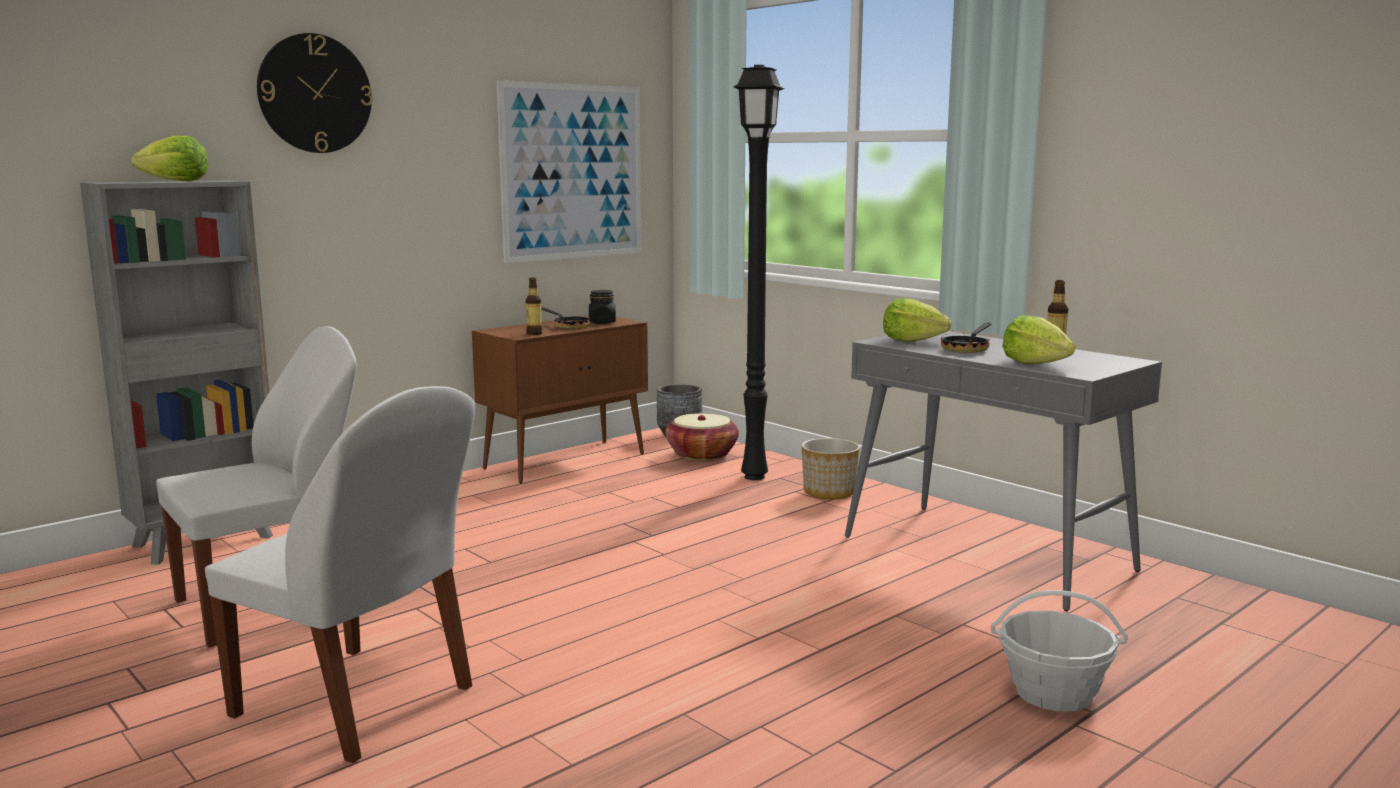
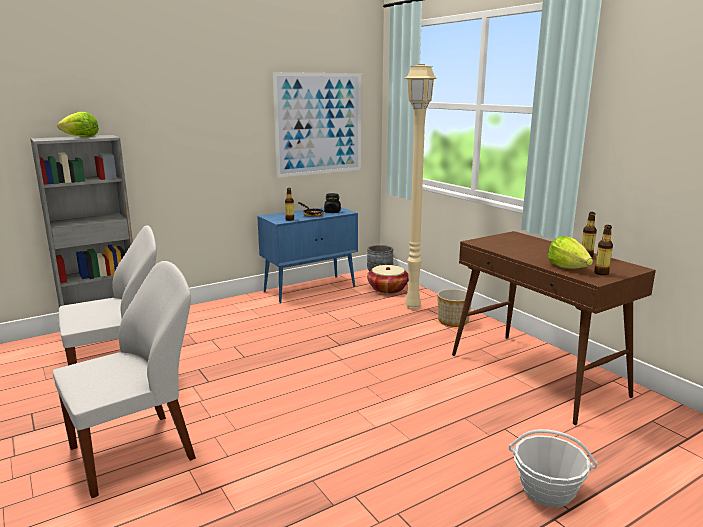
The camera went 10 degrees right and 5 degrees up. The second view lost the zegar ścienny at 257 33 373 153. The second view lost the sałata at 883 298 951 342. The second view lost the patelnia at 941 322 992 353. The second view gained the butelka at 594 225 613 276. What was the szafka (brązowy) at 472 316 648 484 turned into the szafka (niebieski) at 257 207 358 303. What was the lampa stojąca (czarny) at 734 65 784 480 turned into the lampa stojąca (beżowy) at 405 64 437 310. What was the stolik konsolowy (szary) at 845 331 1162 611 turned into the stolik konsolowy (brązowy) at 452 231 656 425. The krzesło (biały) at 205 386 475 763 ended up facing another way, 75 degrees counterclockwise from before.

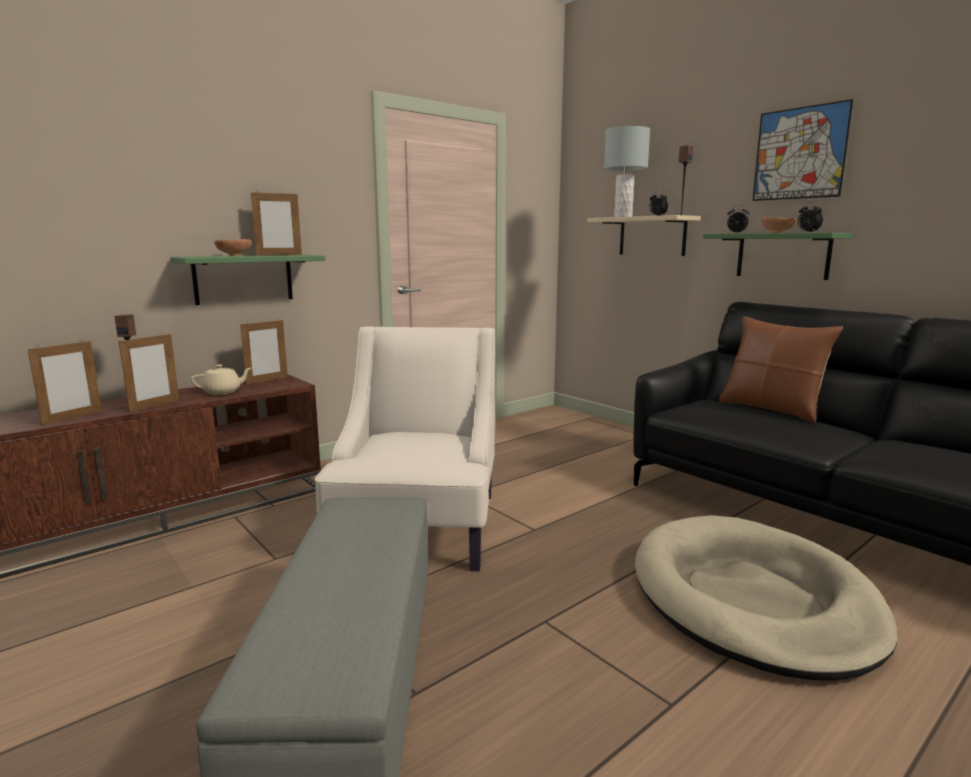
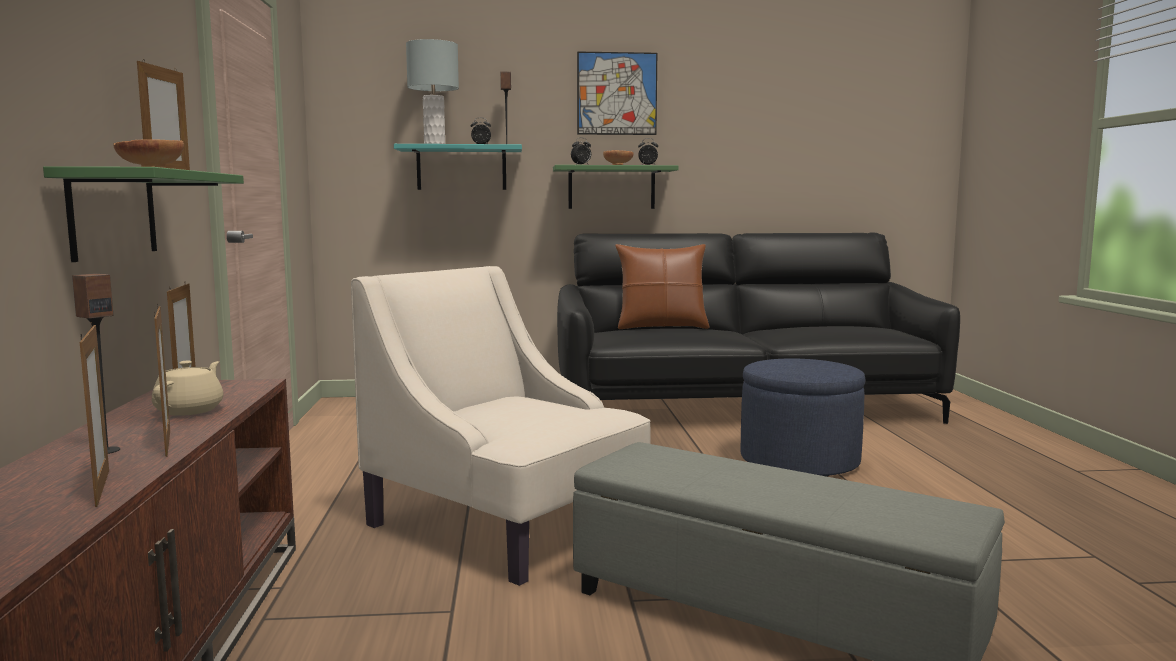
The camera went 55 degrees left and 5 degrees down. Where the legowisko (beżowy) stood at 635 515 898 681, the pufa (niebieski) came to stand at 741 359 865 477. What was the półka (beżowy) at 587 215 701 256 turned into the półka (turkusowy) at 394 144 522 190.

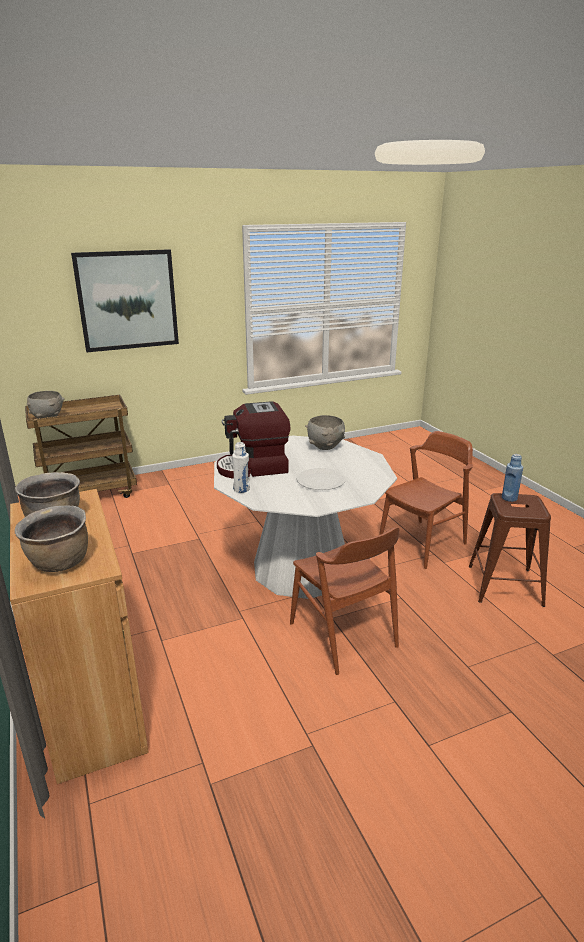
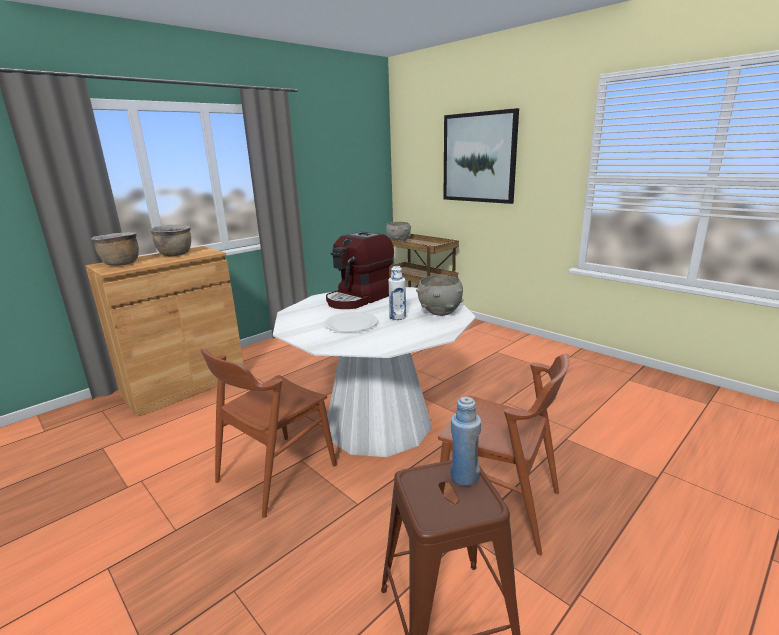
The camera went 70 degrees right and 5 degrees down. The butelka (biały) ended up elsewhere, having gone from 232 442 250 493 to 388 266 406 320. The ekspres do kawy at 217 401 291 479 ended up facing another way, 105 degrees counterclockwise from before.

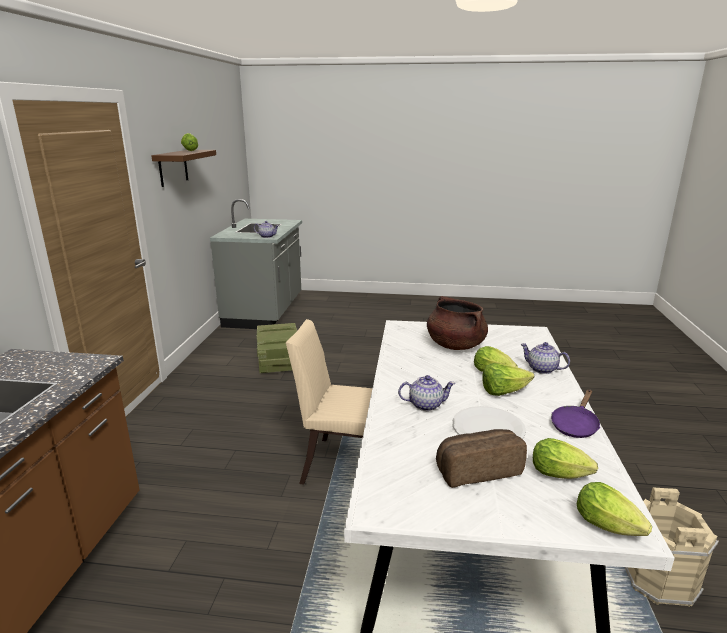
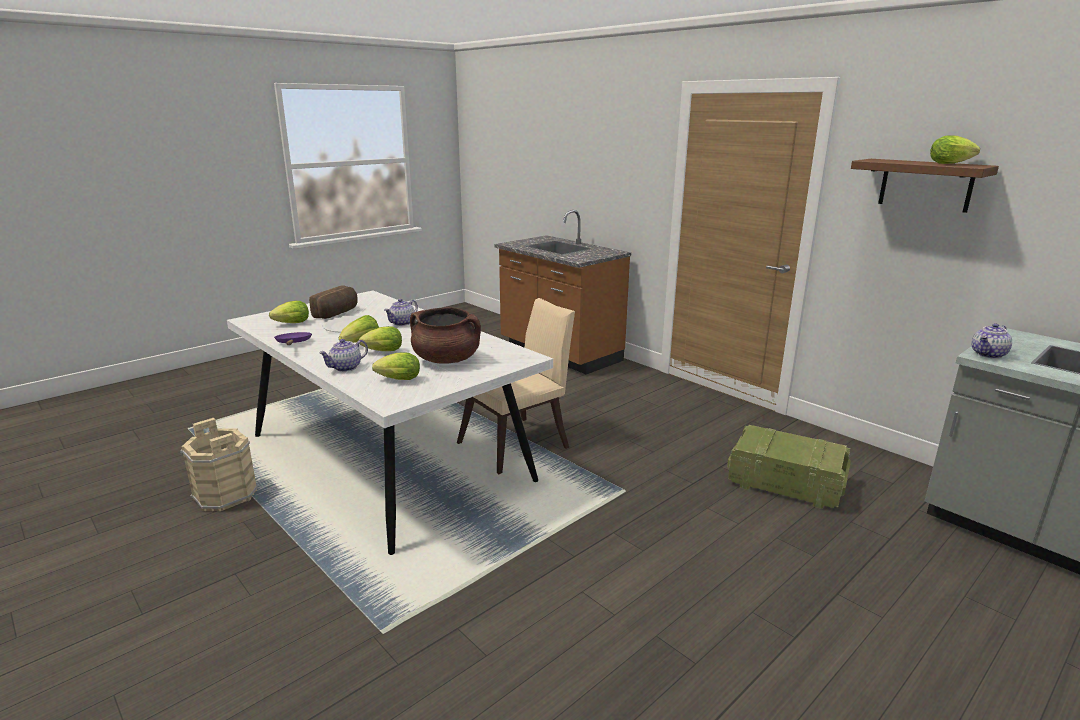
The camera went 130 degrees right and 0 degrees up. The sałata ended up elsewhere, having gone from 577 482 652 536 to 372 352 420 380. The imbryk at 521 342 570 374 ended up facing another way, 150 degrees clockwise from before.

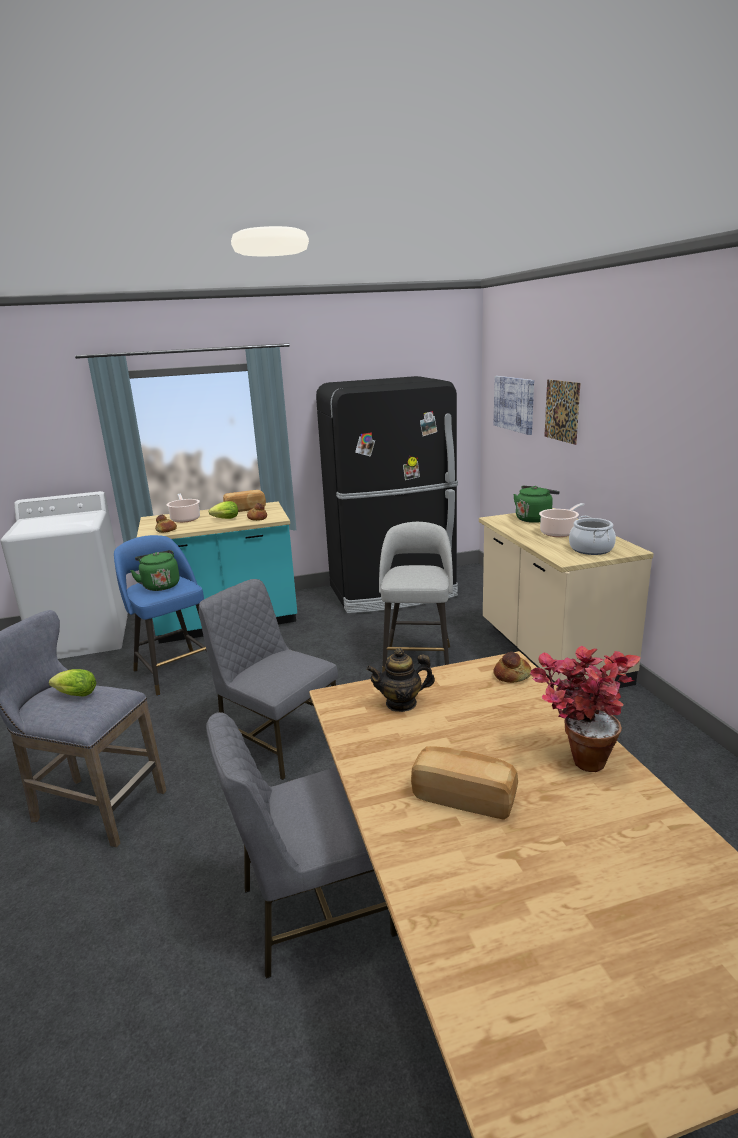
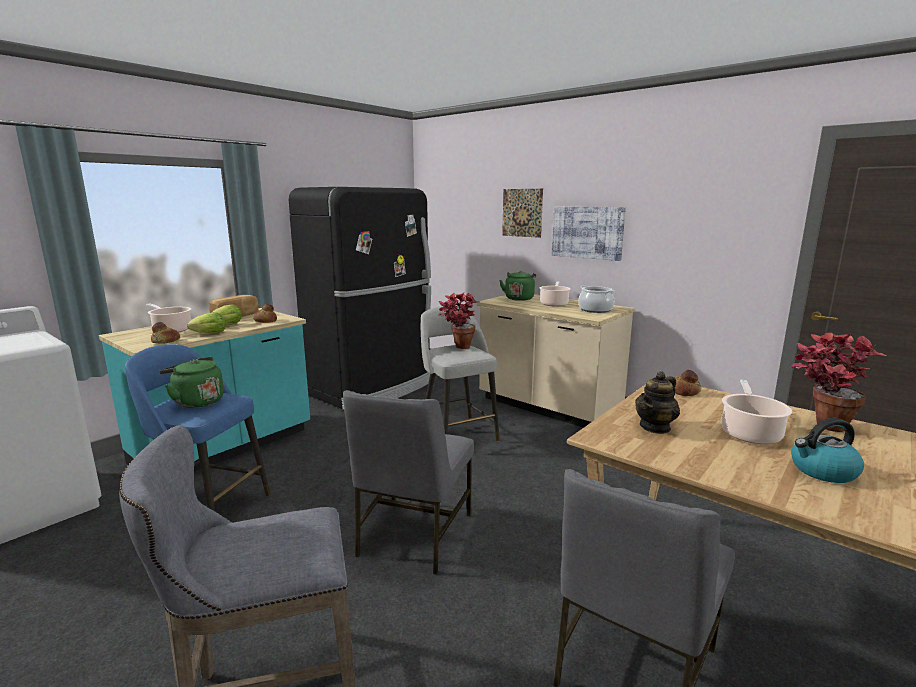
The camera went 35 degrees left and 5 degrees down. The second view gained the roślina doniczkowa at 438 293 479 349. The second view gained the garnek at 722 380 792 444. The sałata ended up elsewhere, having gone from 49 669 96 697 to 187 312 226 334. The obraz ended up elsewhere, having gone from 494 376 534 435 to 552 206 626 261. Where the chleb stood at 411 746 518 820, the czajnik came to stand at 791 418 864 483. The krzesło (szary) at 199 579 338 780 ended up facing another way, 75 degrees counterclockwise from before.

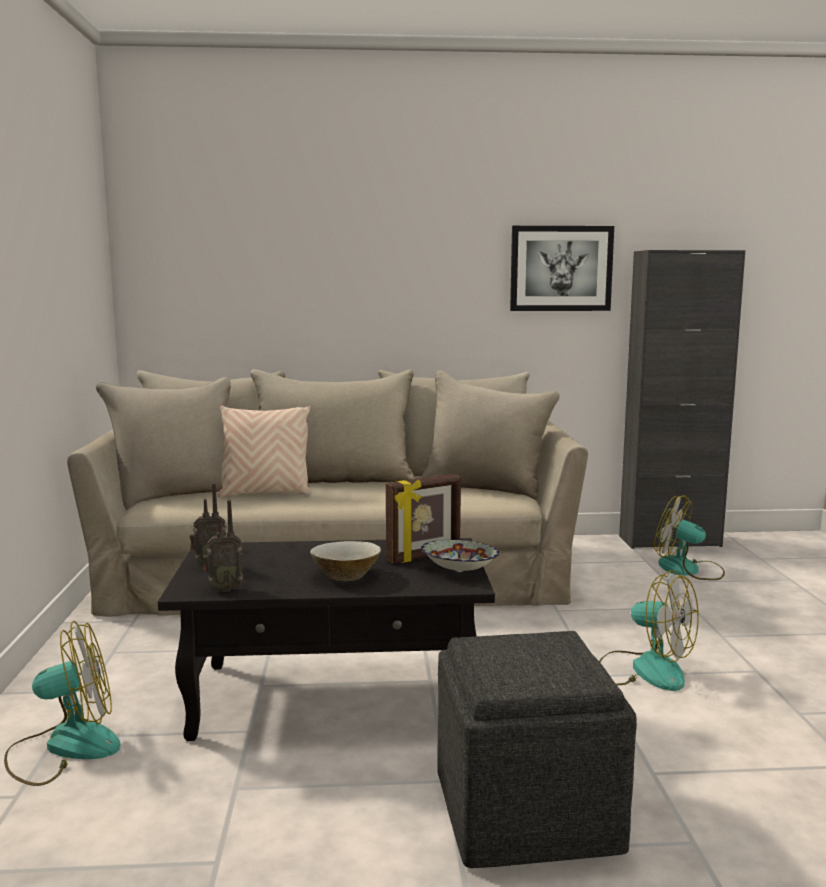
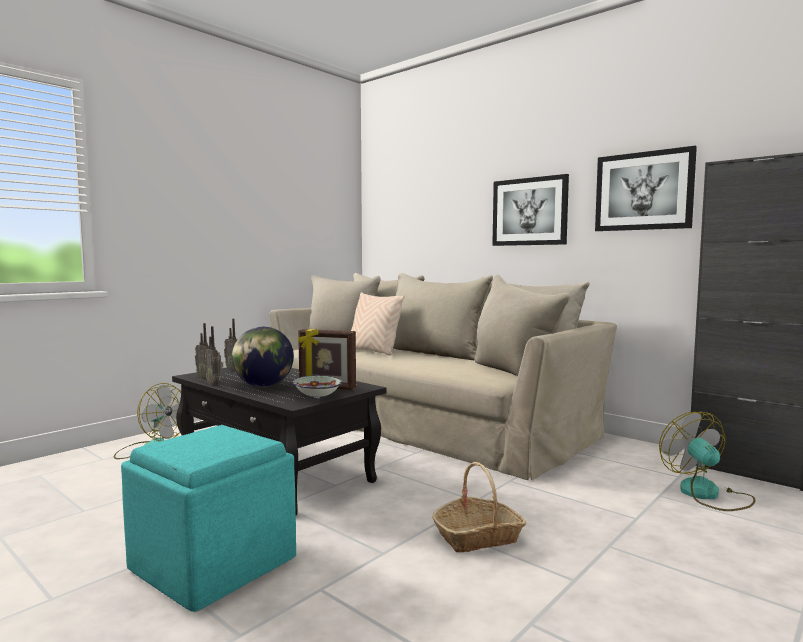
The camera went 45 degrees right and 5 degrees down. The second view gained the radio at 205 326 223 385. The second view gained the obraz at 492 174 569 246. Where the miska (beżowy) stood at 310 541 381 581, the globus came to stand at 232 327 294 387. Where the wentylator stood at 599 570 699 691, the koszyk came to stand at 432 462 526 552. What was the pufa (szary) at 437 631 637 868 turned into the pufa (turkusowy) at 121 425 296 612.

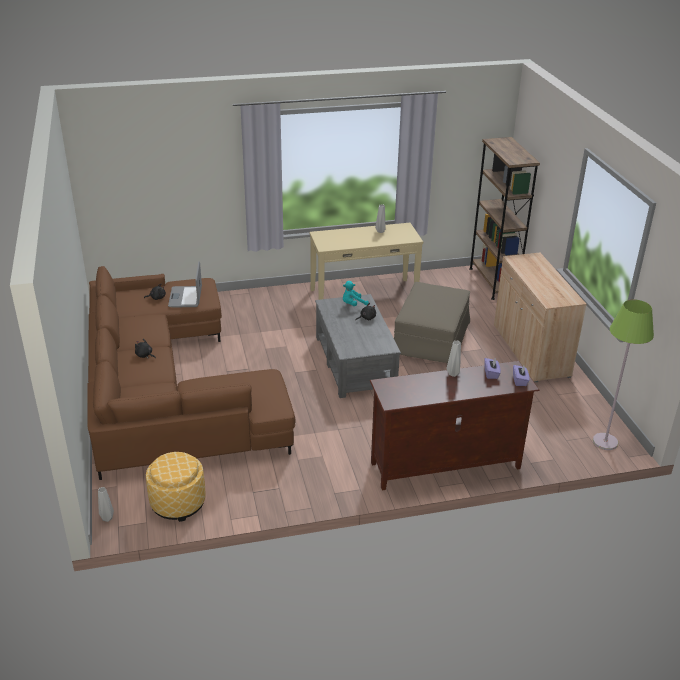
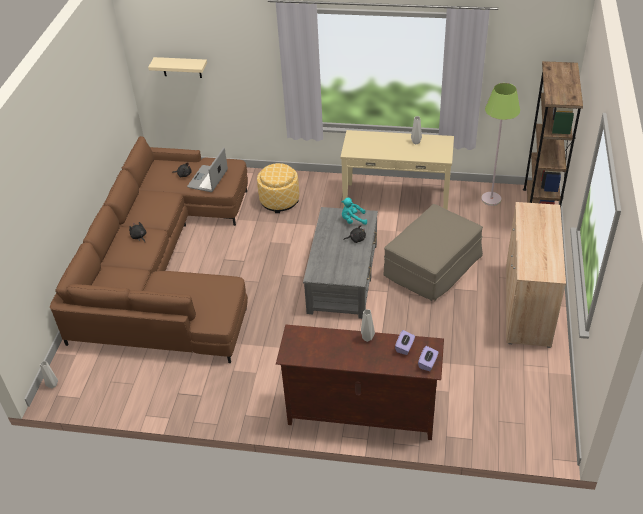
The camera went 25 degrees right and 10 degrees up. The second view gained the półka (beżowy) at 148 57 207 78. The pufa ended up elsewhere, having gone from 146 452 206 522 to 257 163 299 213. The lampa stojąca (zielony) ended up elsewhere, having gone from 593 299 654 450 to 481 83 520 206.

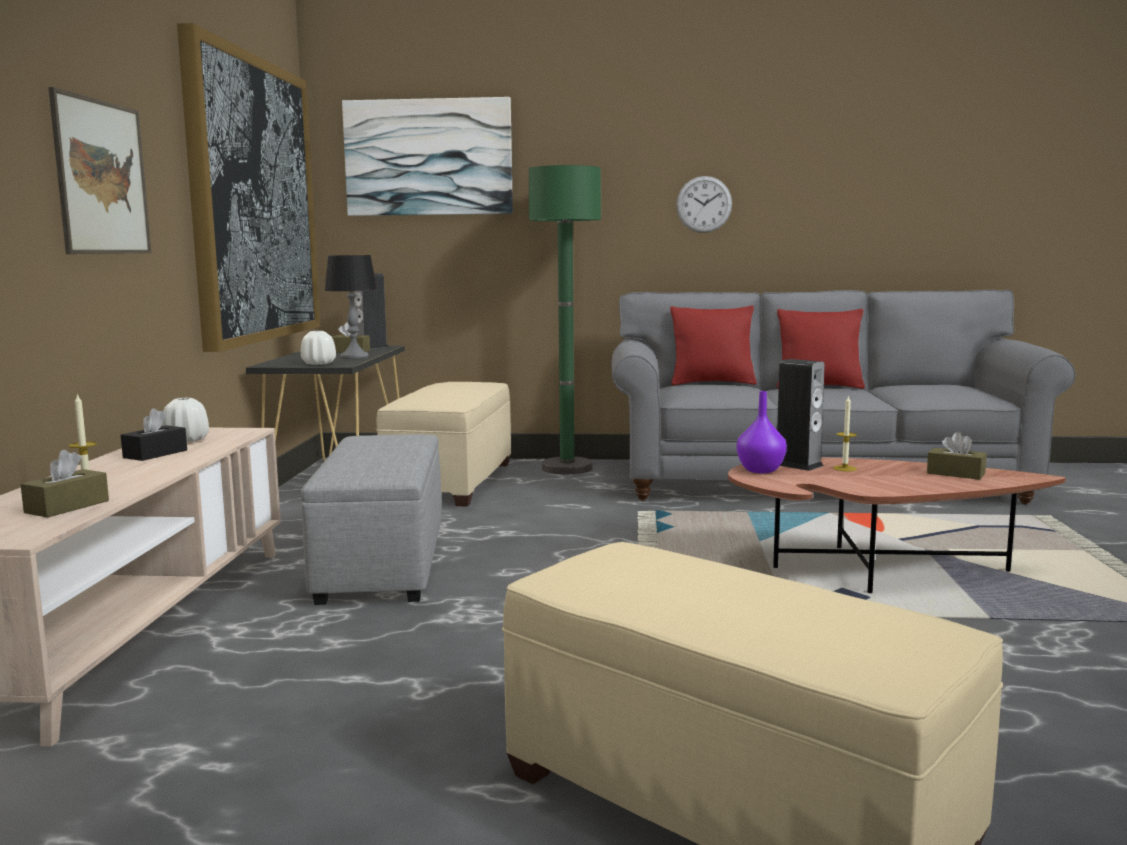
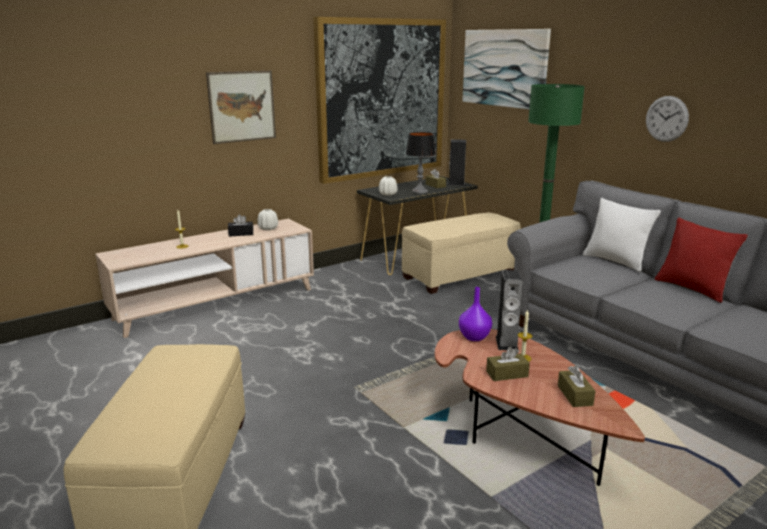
The camera went 50 degrees right and 10 degrees up. The second view lost the pufa (szary) at 301 434 442 605. The pudełko chusteczek (brązowy) ended up elsewhere, having gone from 20 450 109 518 to 486 347 530 381. What was the poduszka (czerwony) at 670 305 757 385 turned into the poduszka (biały) at 583 198 661 272.

